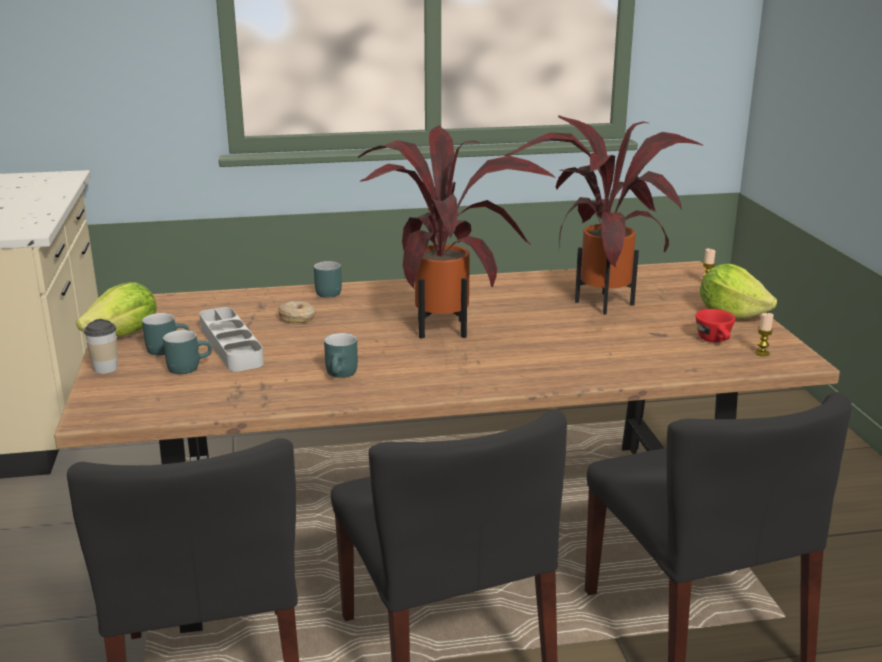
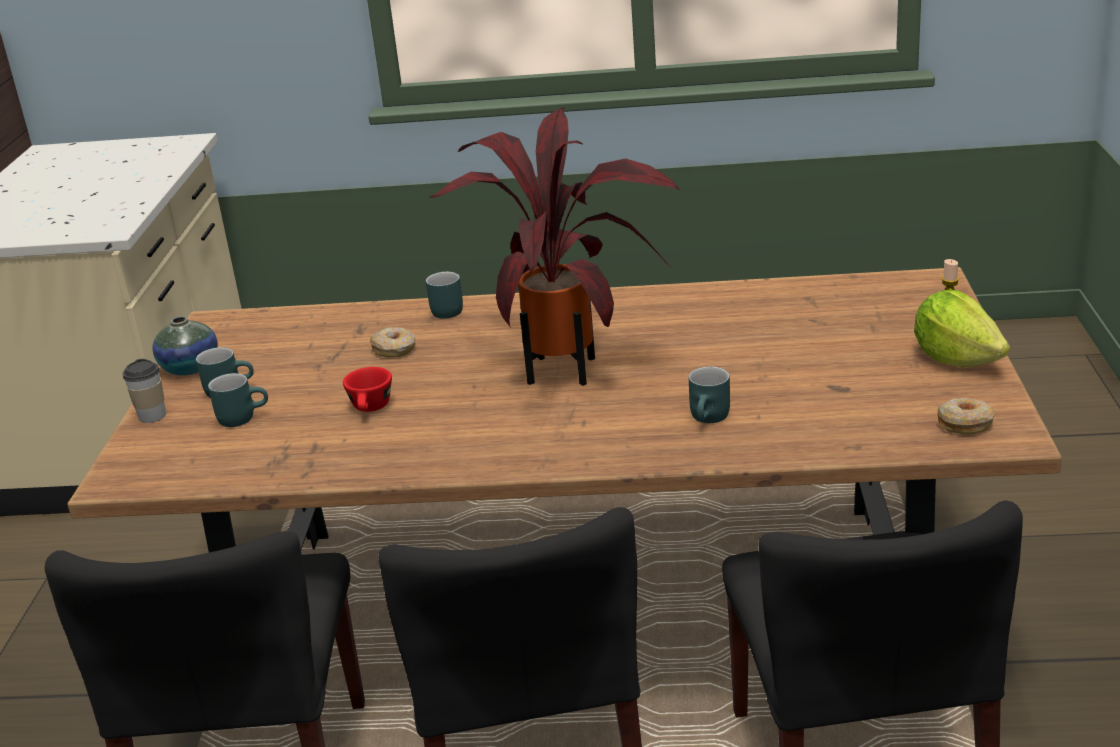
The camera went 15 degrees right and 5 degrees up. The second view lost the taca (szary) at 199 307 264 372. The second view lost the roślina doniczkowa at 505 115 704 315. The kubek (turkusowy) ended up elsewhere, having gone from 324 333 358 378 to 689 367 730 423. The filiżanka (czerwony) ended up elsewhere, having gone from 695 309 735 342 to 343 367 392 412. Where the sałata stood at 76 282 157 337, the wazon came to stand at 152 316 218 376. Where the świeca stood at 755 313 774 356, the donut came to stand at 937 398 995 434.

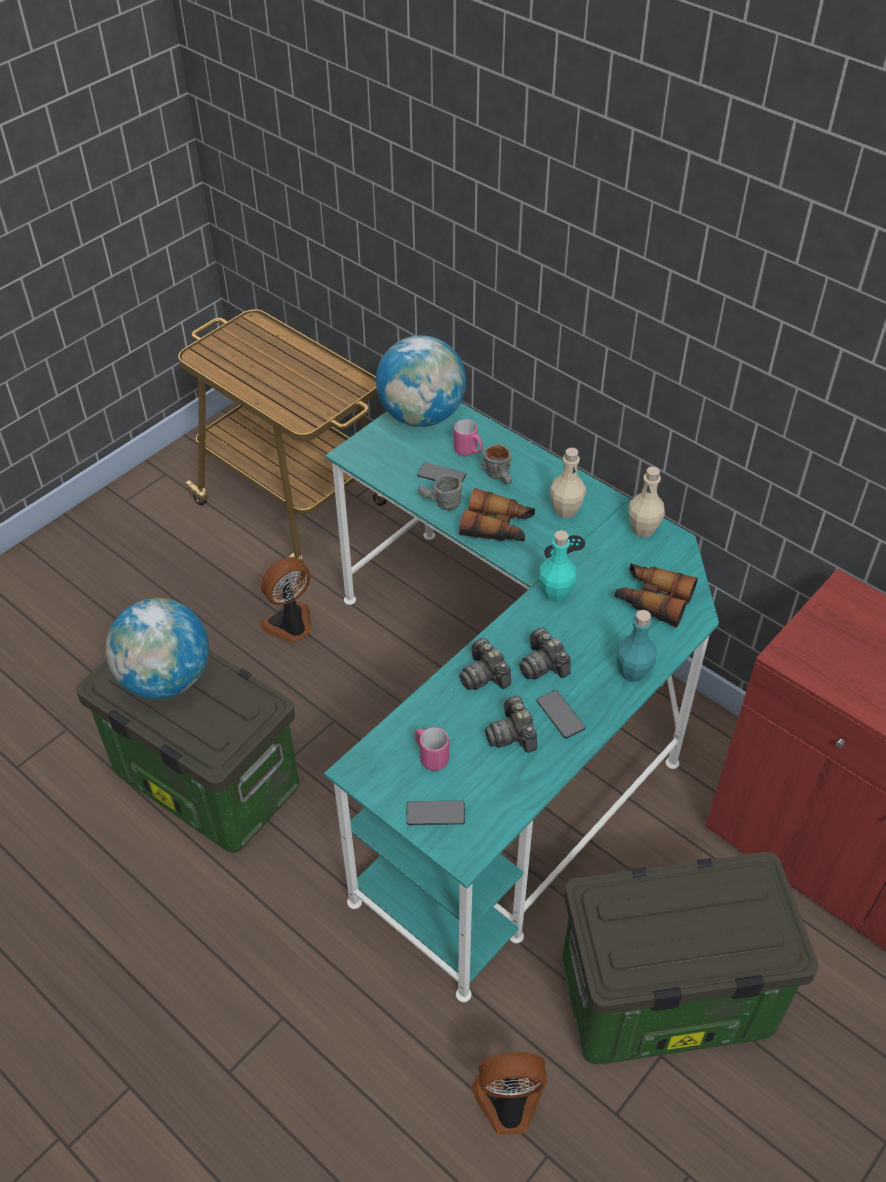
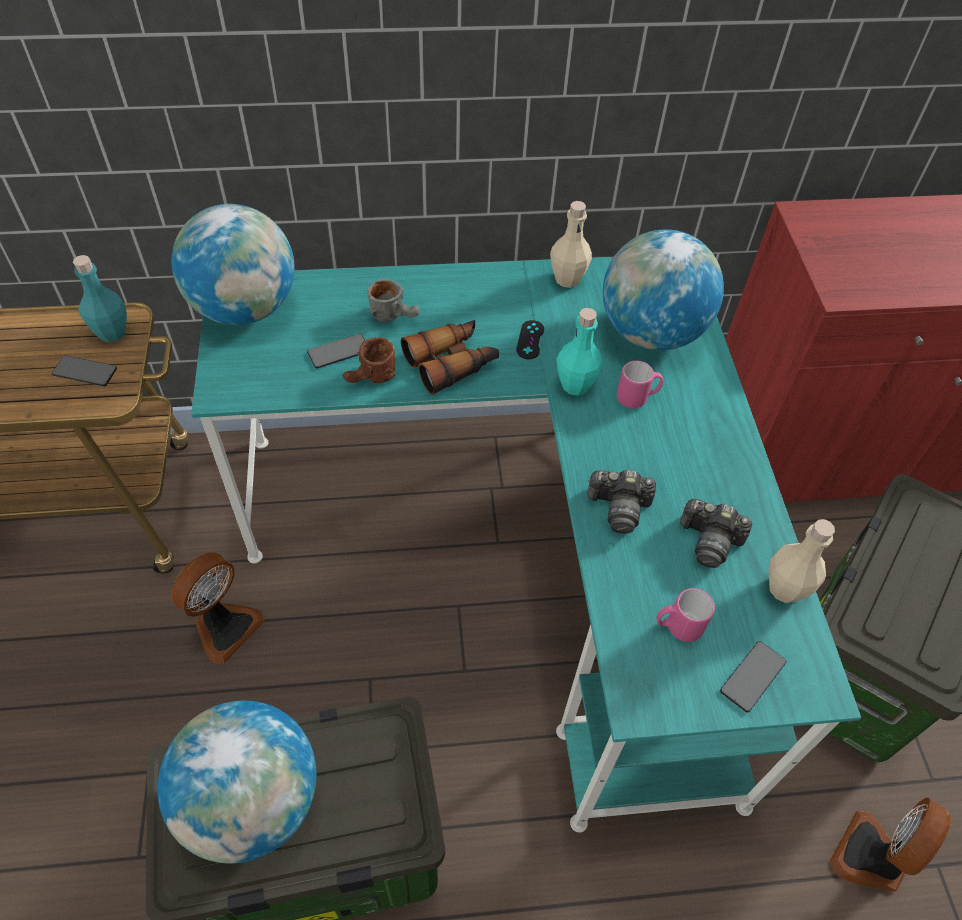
The camera went 50 degrees left and 5 degrees up. The second view lost the aparat fotograficzny at 519 628 571 679. The kubek (różowy) ended up elsewhere, having gone from 454 420 483 456 to 617 361 663 408. The telefon ended up elsewhere, having gone from 536 690 586 739 to 52 355 117 386. The butelka (beżowy) ended up elsewhere, having gone from 550 448 586 518 to 768 519 835 603. The butelka (turkusowy) ended up elsewhere, having gone from 616 610 657 682 to 73 255 127 342. Where the lornetka stood at 615 563 698 628, the globus came to stand at 603 229 724 350. What was the kubek (szary) at 418 474 462 511 turned into the kubek (brązowy) at 343 337 395 383. The wentylator at 260 557 312 643 ended up facing another way, 150 degrees counterclockwise from before.

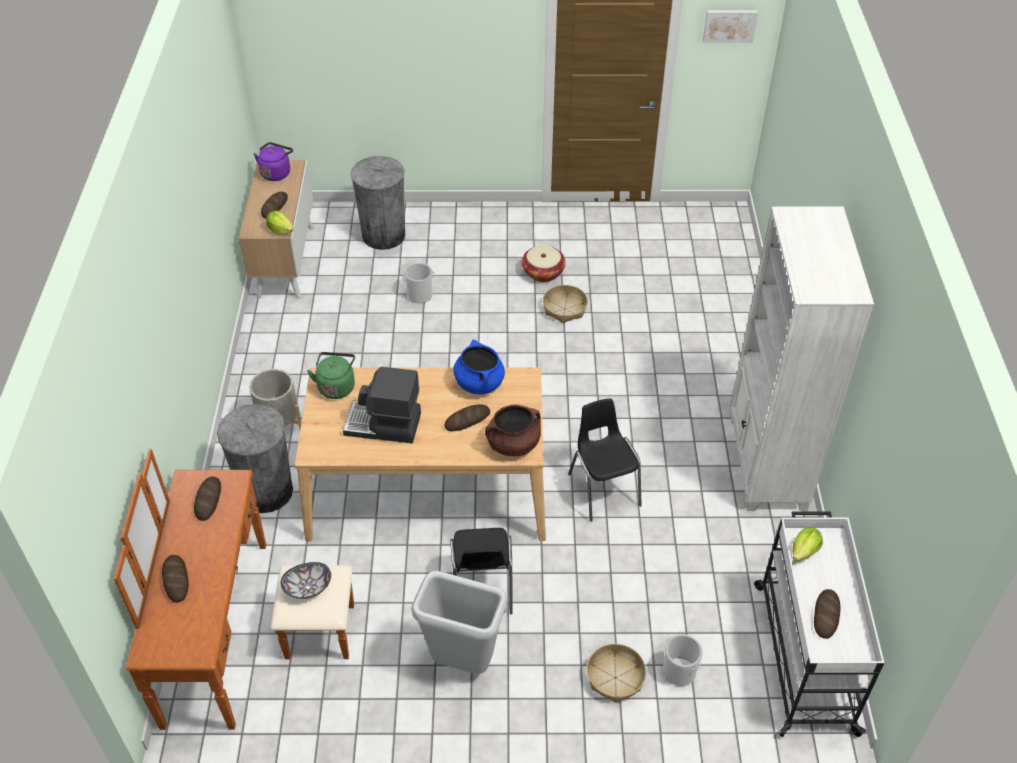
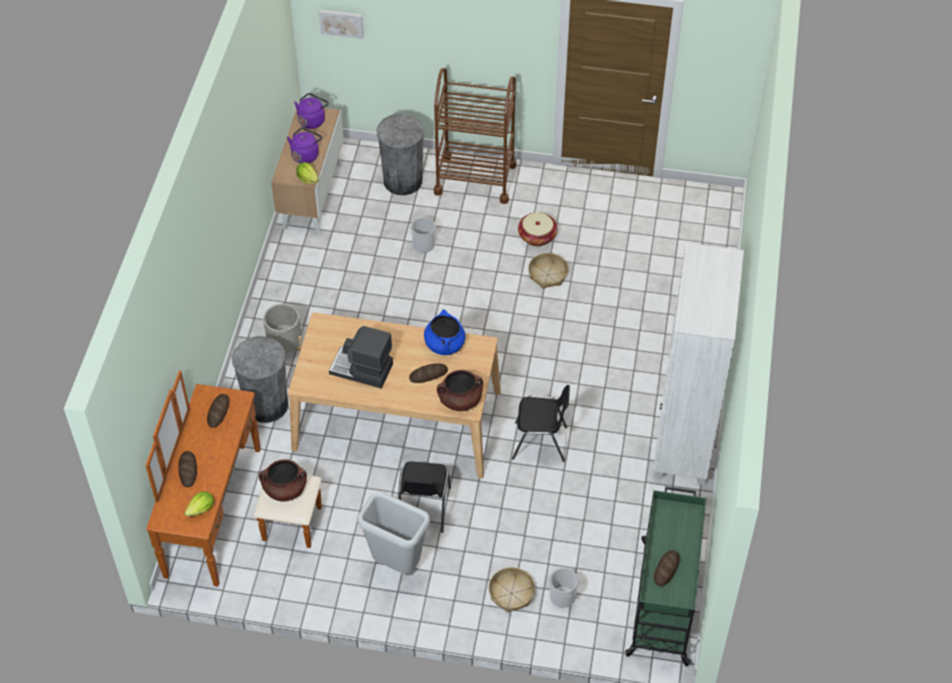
The camera went 10 degrees right and 5 degrees up. The second view lost the czajnik (zielony) at 307 352 355 399. The second view gained the wózek (brązowy) at 434 68 516 204. The obraz ended up elsewhere, having gone from 703 10 758 43 to 319 9 364 39. The sałata ended up elsewhere, having gone from 792 527 823 561 to 184 492 214 516. Where the chleb stood at 261 192 288 218, the czajnik (fioletowy) came to stand at 287 127 322 163. Where the miska stood at 281 562 331 599, the garnek (brązowy) came to stand at 259 459 307 502. What was the wózek (biały) at 754 511 884 737 turned into the wózek (zielony) at 625 487 707 666. The krzesło (czarny) at 568 398 642 522 ended up facing another way, 105 degrees clockwise from before.

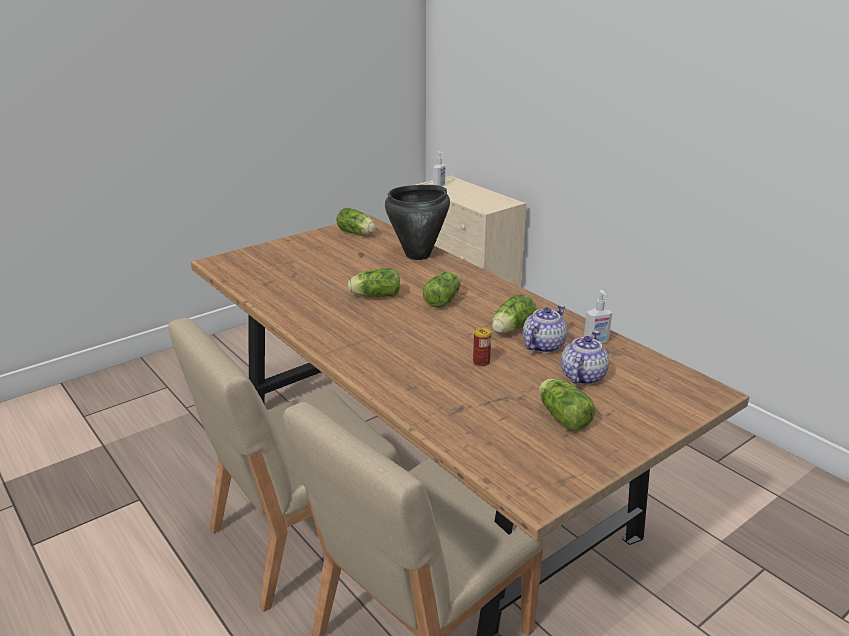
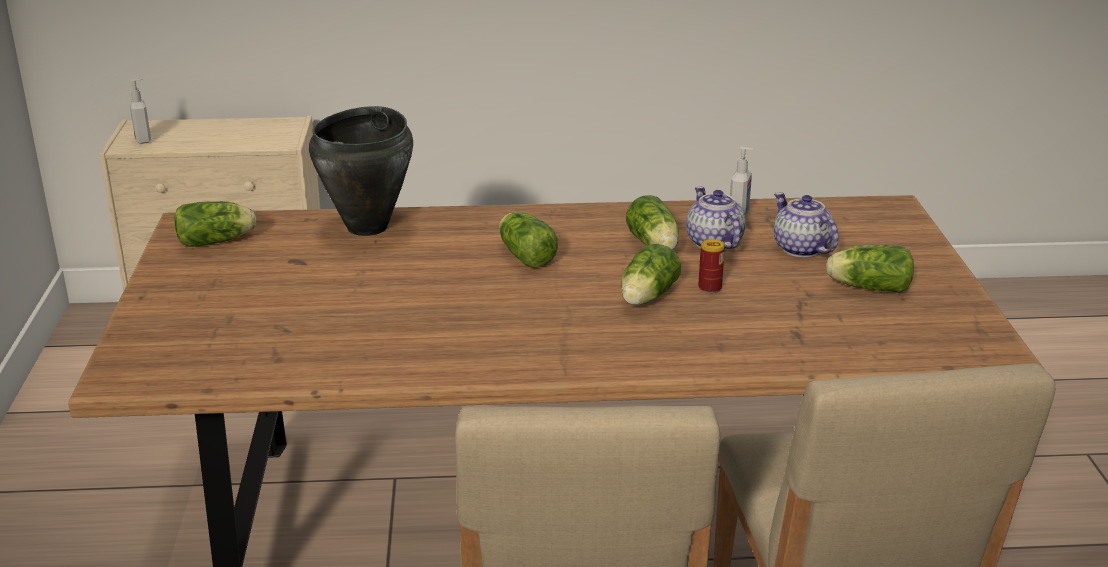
The camera went 55 degrees left and 0 degrees up. The sałata ended up elsewhere, having gone from 348 268 400 297 to 621 244 681 305.

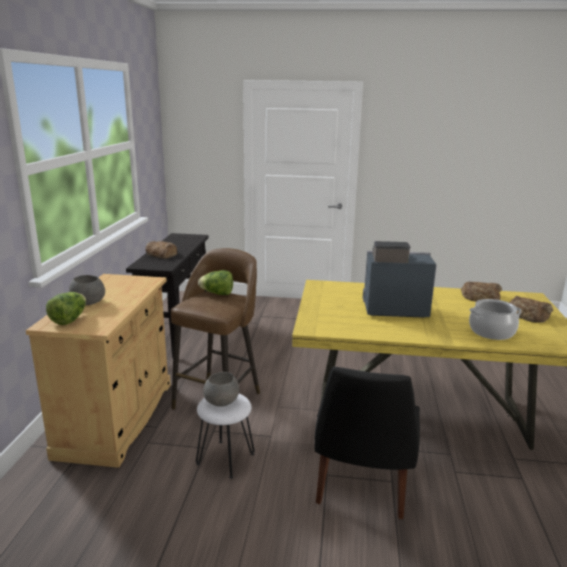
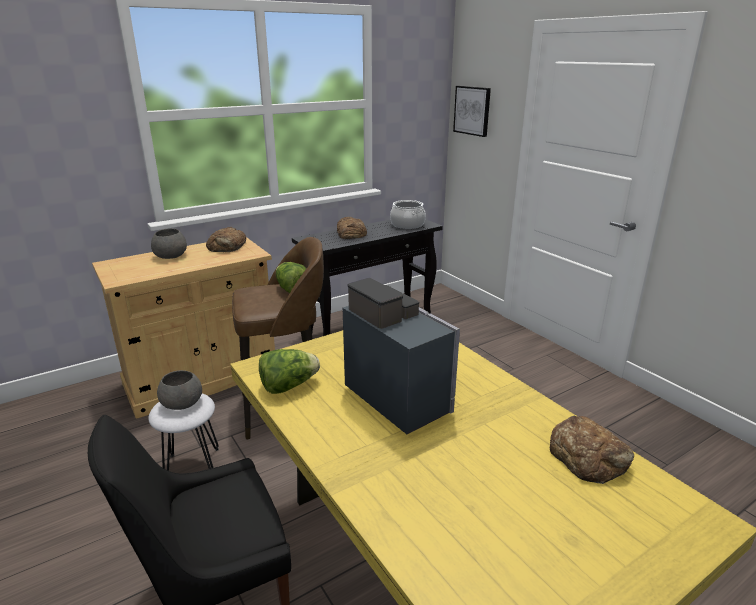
The camera went 50 degrees right and 5 degrees up. The second view gained the obraz at 453 86 491 137. The sałata ended up elsewhere, having gone from 46 292 86 325 to 259 349 320 394. The garnek ended up elsewhere, having gone from 469 299 522 340 to 390 200 426 229. The chleb ended up elsewhere, having gone from 509 296 553 323 to 206 227 246 252.

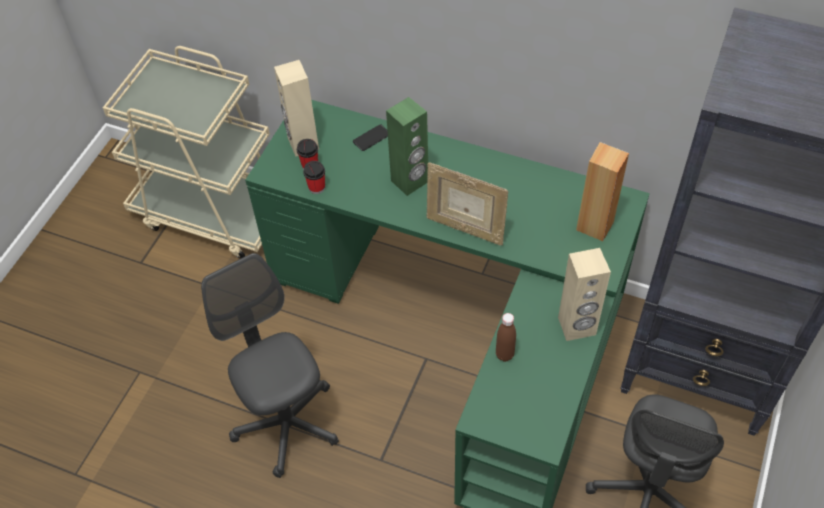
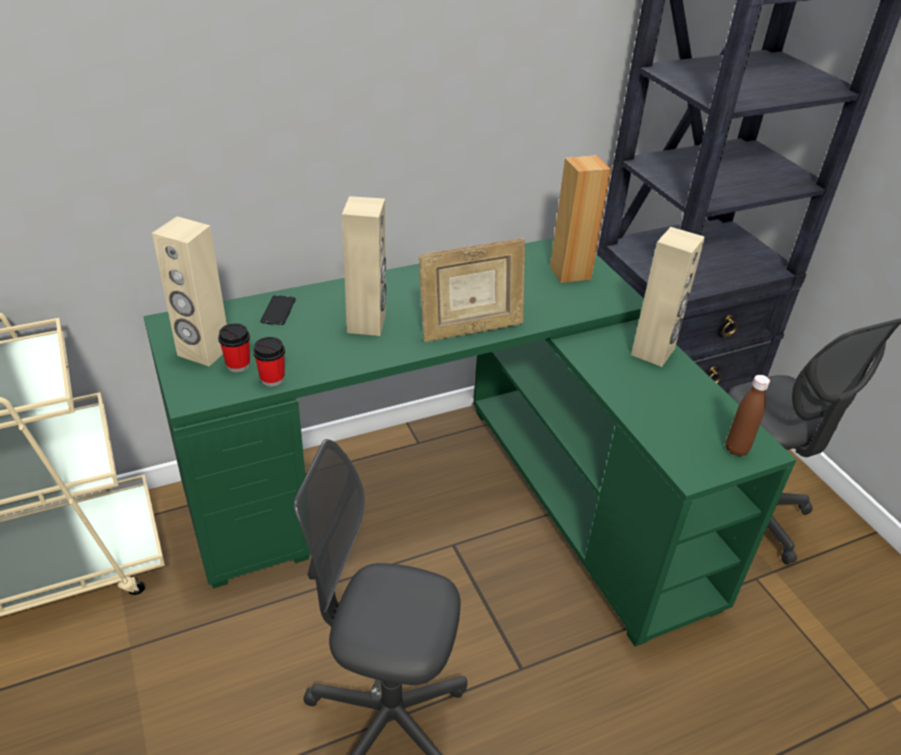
The camera went 50 degrees left and 15 degrees down. The butelka (brązowy) ended up elsewhere, having gone from 496 313 516 362 to 726 375 770 456. What was the głośnik (zielony) at 386 97 428 196 turned into the głośnik (beżowy) at 342 196 386 336.

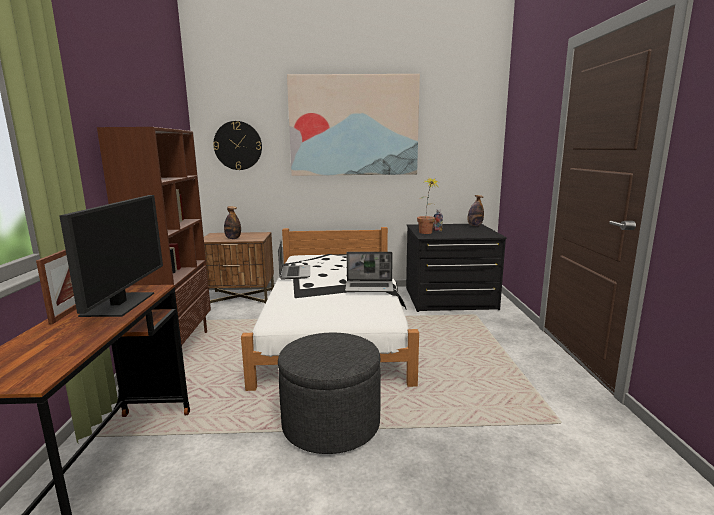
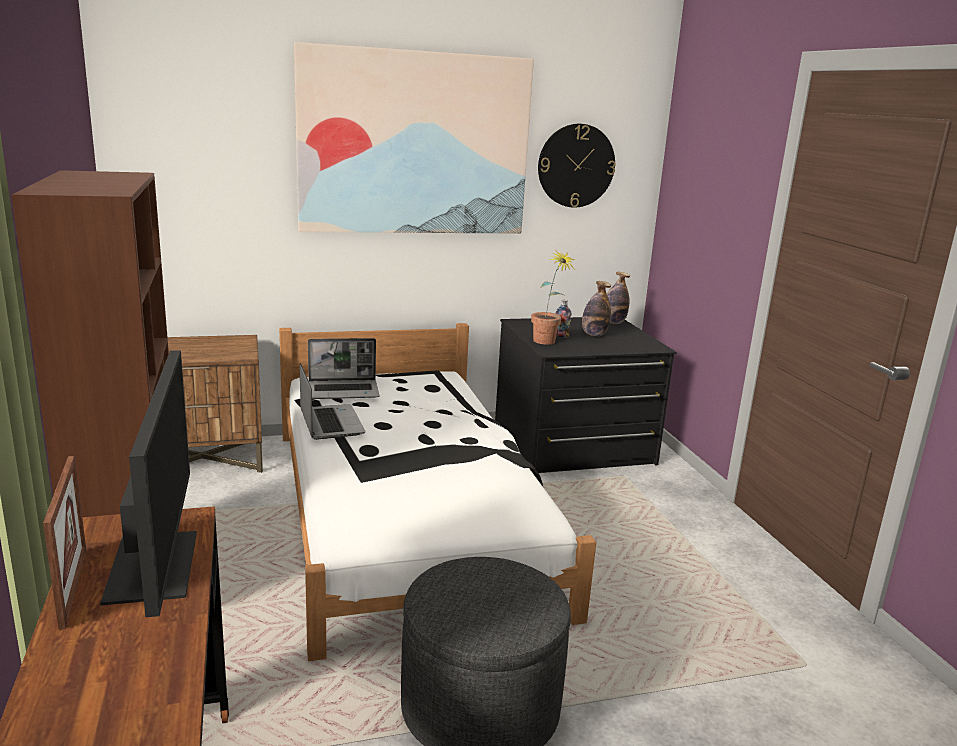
The camera went 15 degrees left and 5 degrees up. The zegar ścienny ended up elsewhere, having gone from 213 121 262 170 to 538 124 616 208. The butelka ended up elsewhere, having gone from 224 206 241 239 to 582 281 611 336. The laptop ended up elsewhere, having gone from 345 252 394 292 to 308 338 379 399.

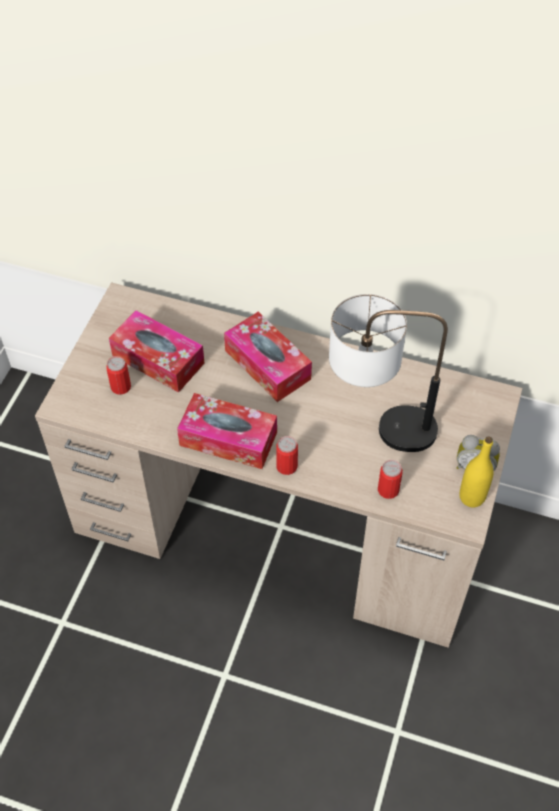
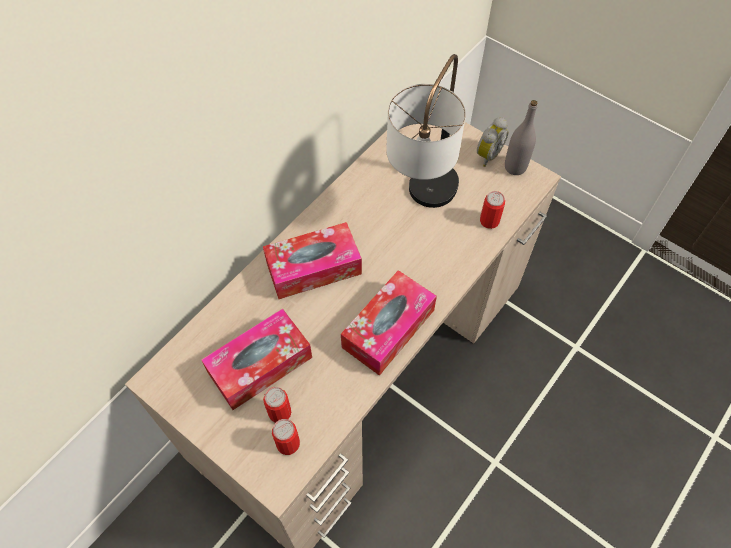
The camera went 70 degrees left and 5 degrees up. The puszka ended up elsewhere, having gone from 276 436 298 475 to 272 419 300 455. What was the butelka (żółty) at 460 436 494 507 turned into the butelka (szary) at 505 100 538 175.

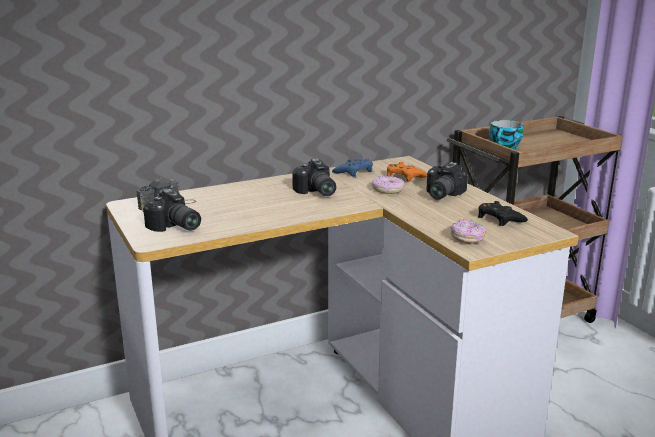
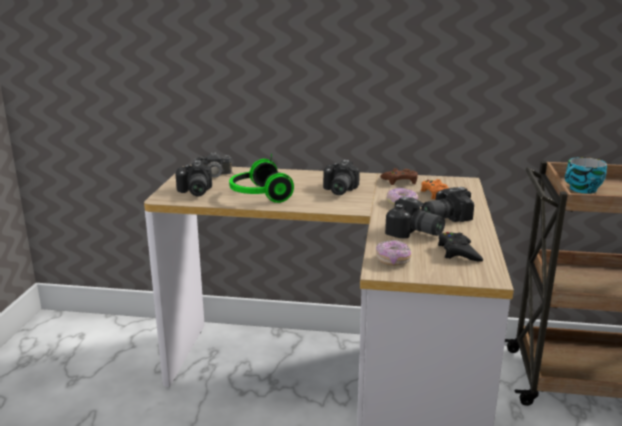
The camera went 35 degrees right and 0 degrees up. The second view gained the słuchawki at 229 153 294 203. The second view gained the aparat fotograficzny at 385 196 445 238. What was the pad do gier (niebieski) at 332 158 373 177 turned into the pad do gier (brązowy) at 380 168 418 185.

